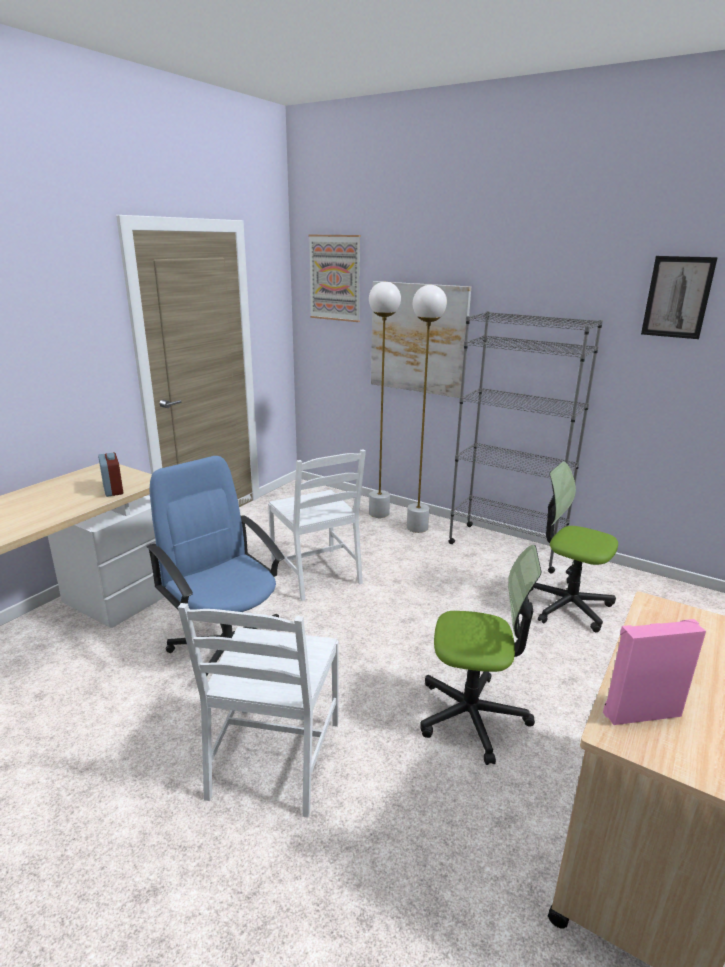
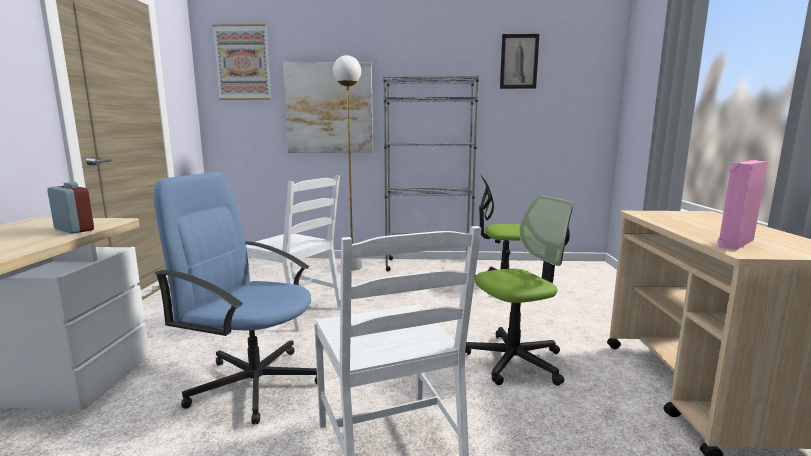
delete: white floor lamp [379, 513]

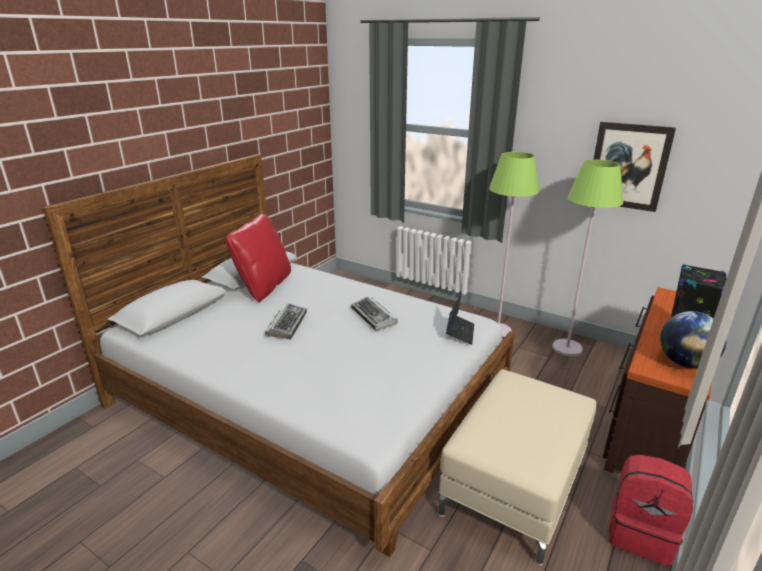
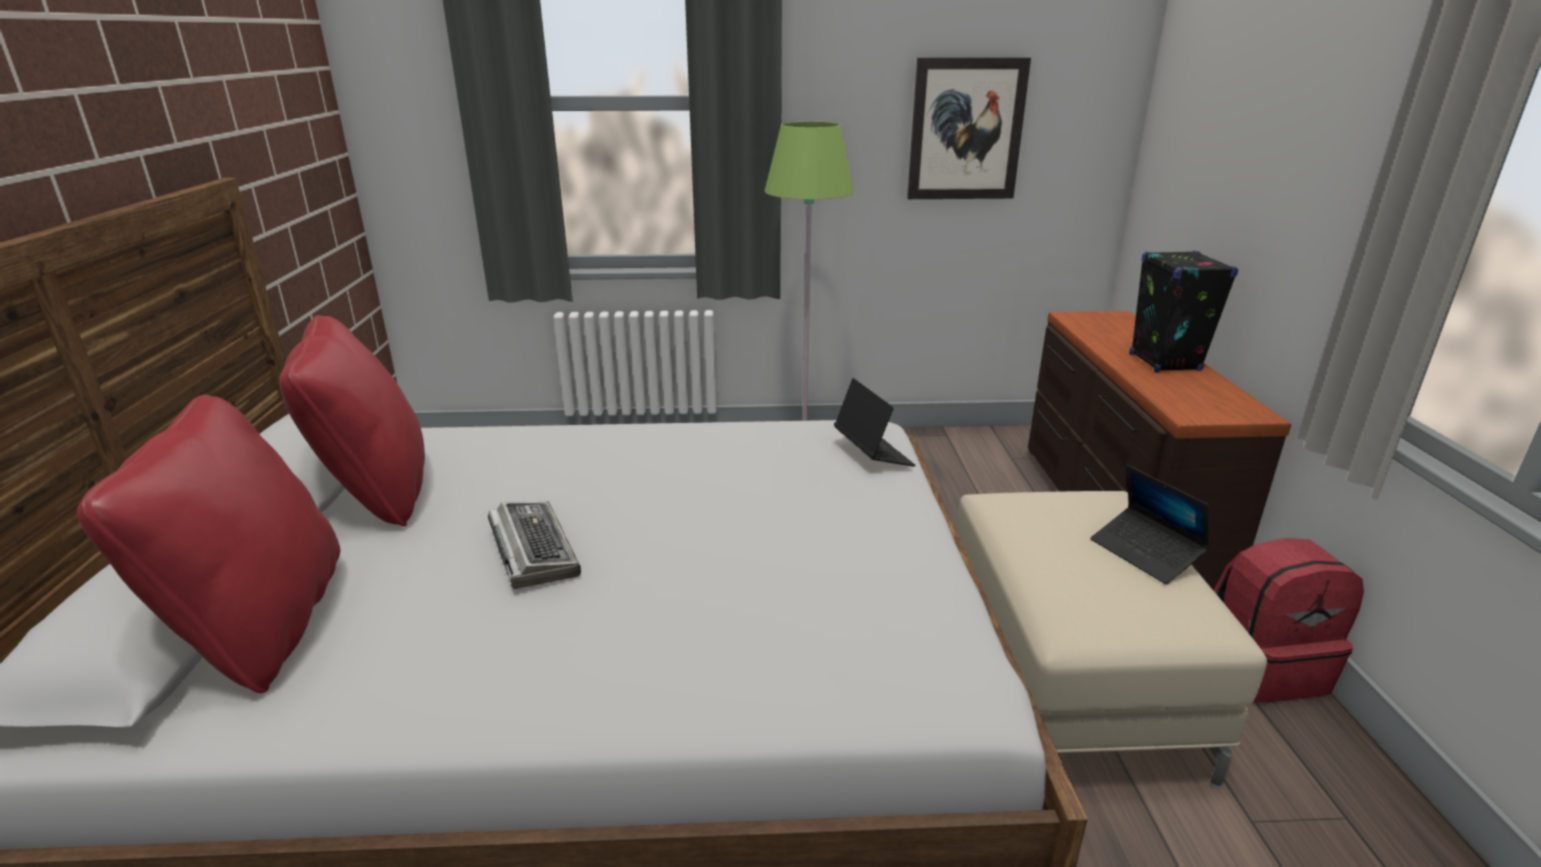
delete: keyboard [374, 317]; green floor lamp [567, 348]; globe [685, 363]
insert: red pillow [262, 626]; laptop [1145, 553]

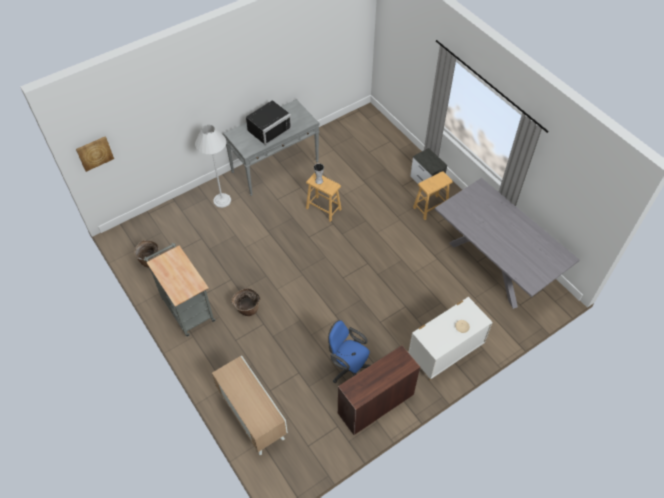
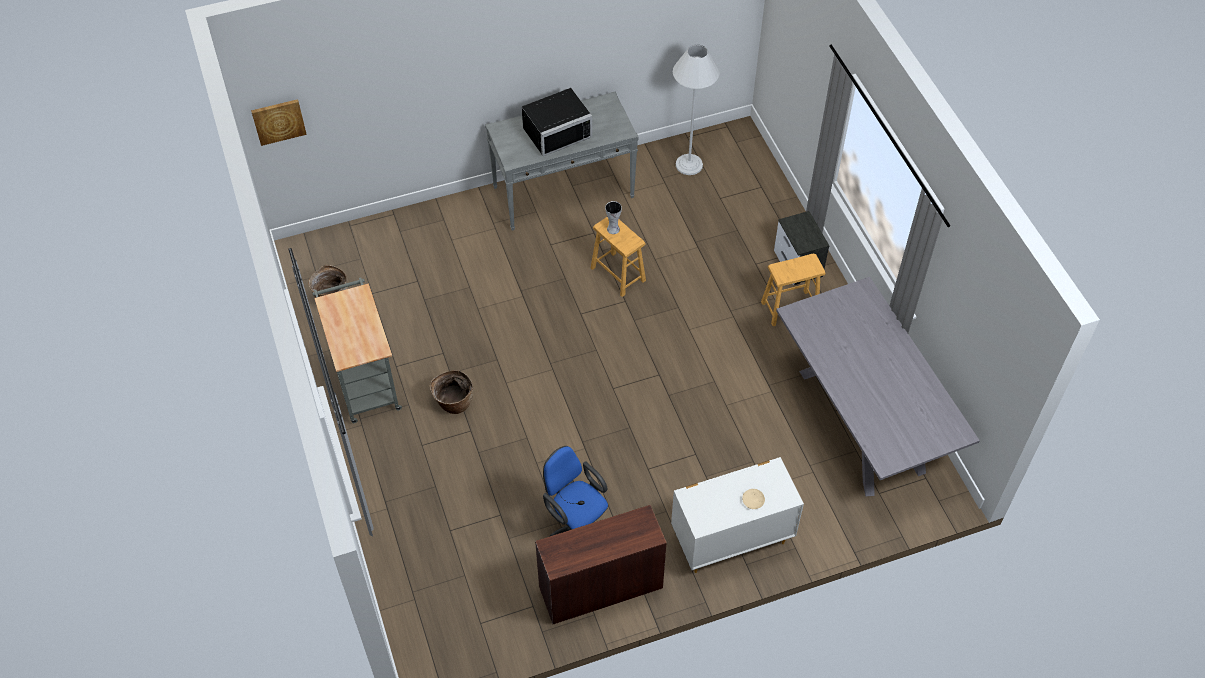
delete: cabinet [252, 418]
move: white floor lamp [222, 200] to [689, 165]

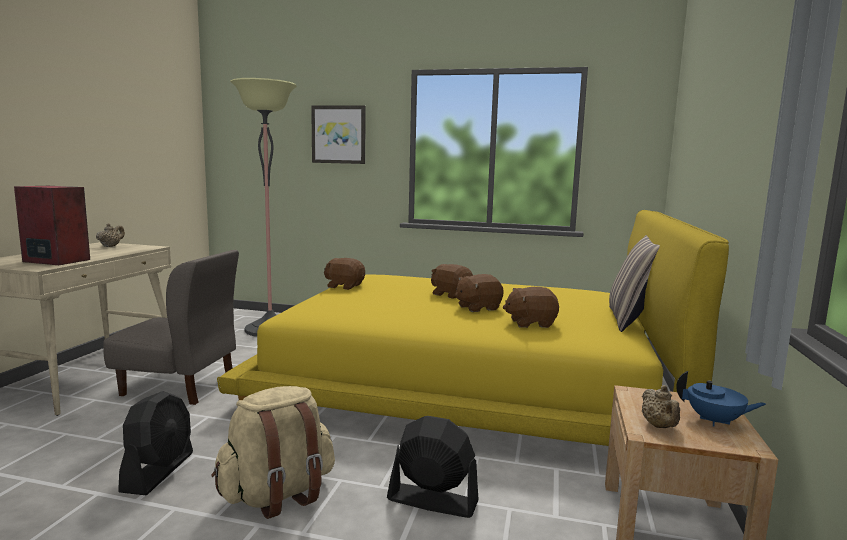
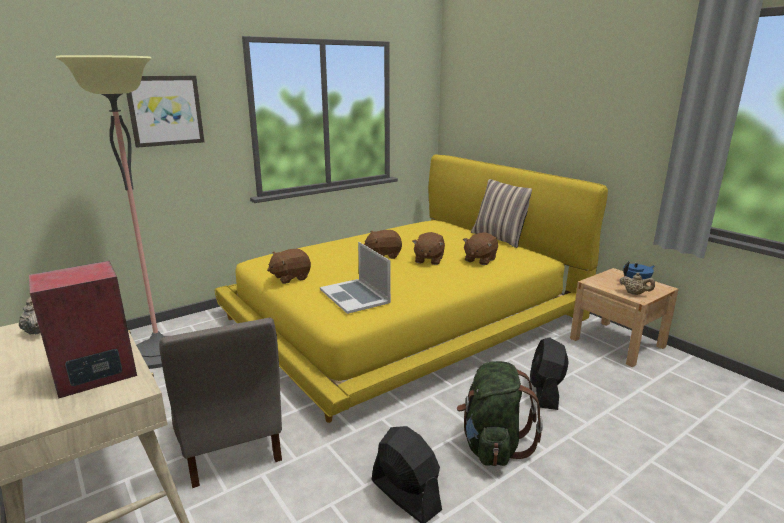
insert: laptop [355, 296]
recolor: beige backpack [278, 494] to green backpack [492, 445]
rotate: grey chair [179, 386] = [231, 443] 105 degrees clockwise; black fan [432, 500] = [545, 392] 45 degrees counterclockwise

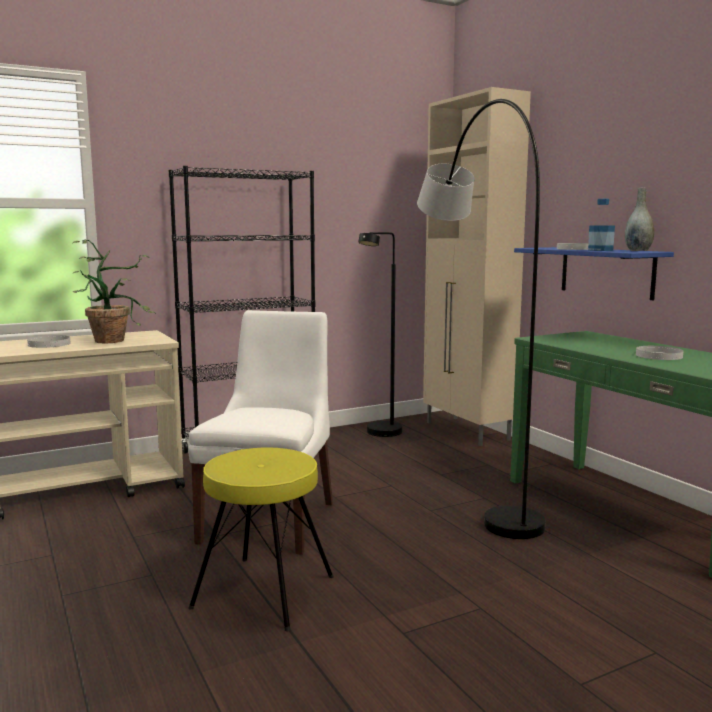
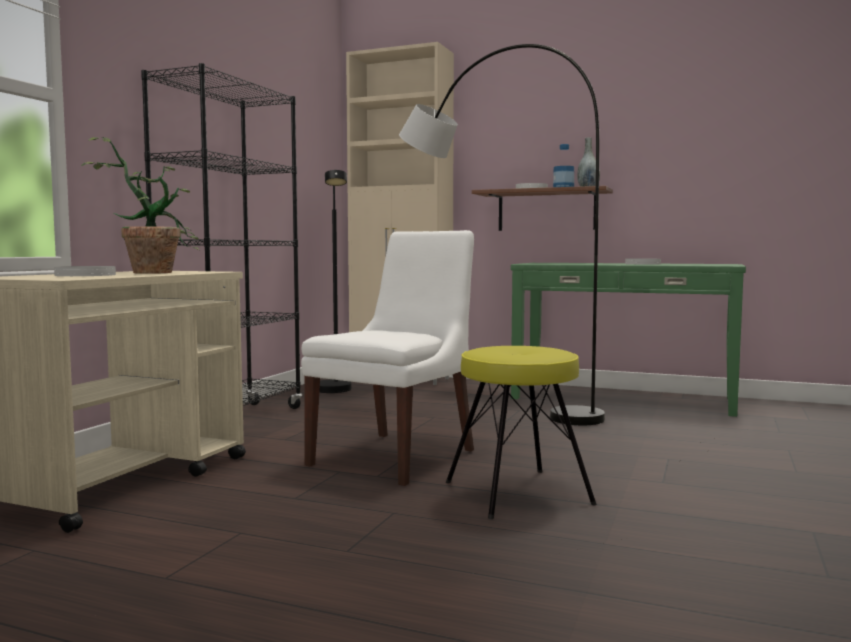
recolor: blue shelf [606, 272] to brown shelf [547, 210]
rotate: white chair [270, 520] = [396, 456] 60 degrees clockwise

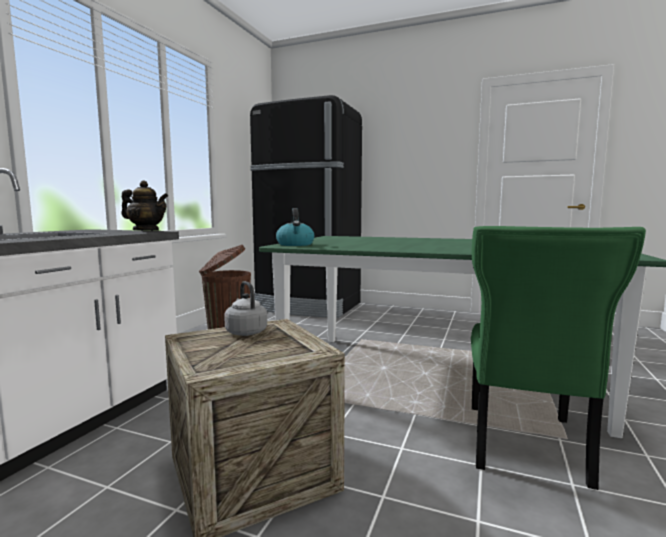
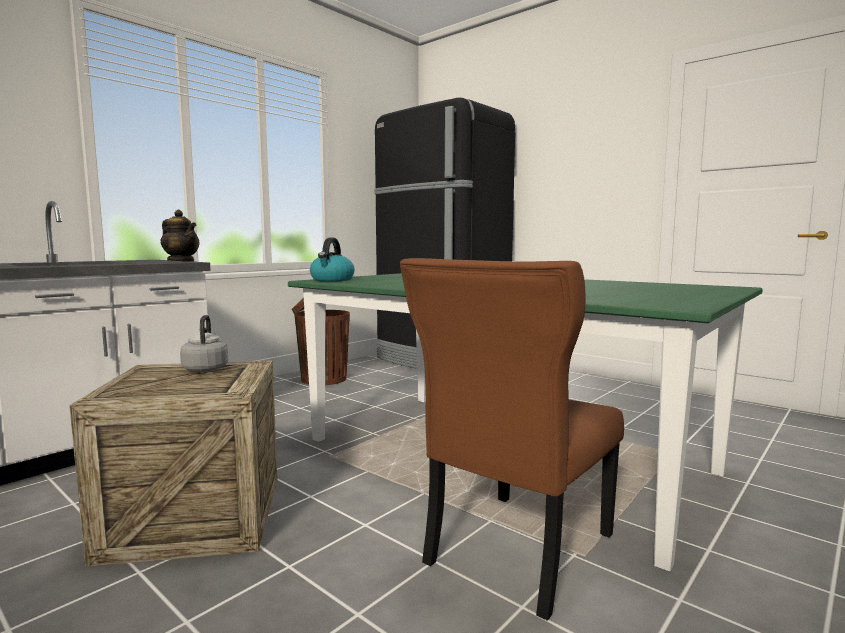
recolor: green chair [524, 445] to brown chair [515, 552]

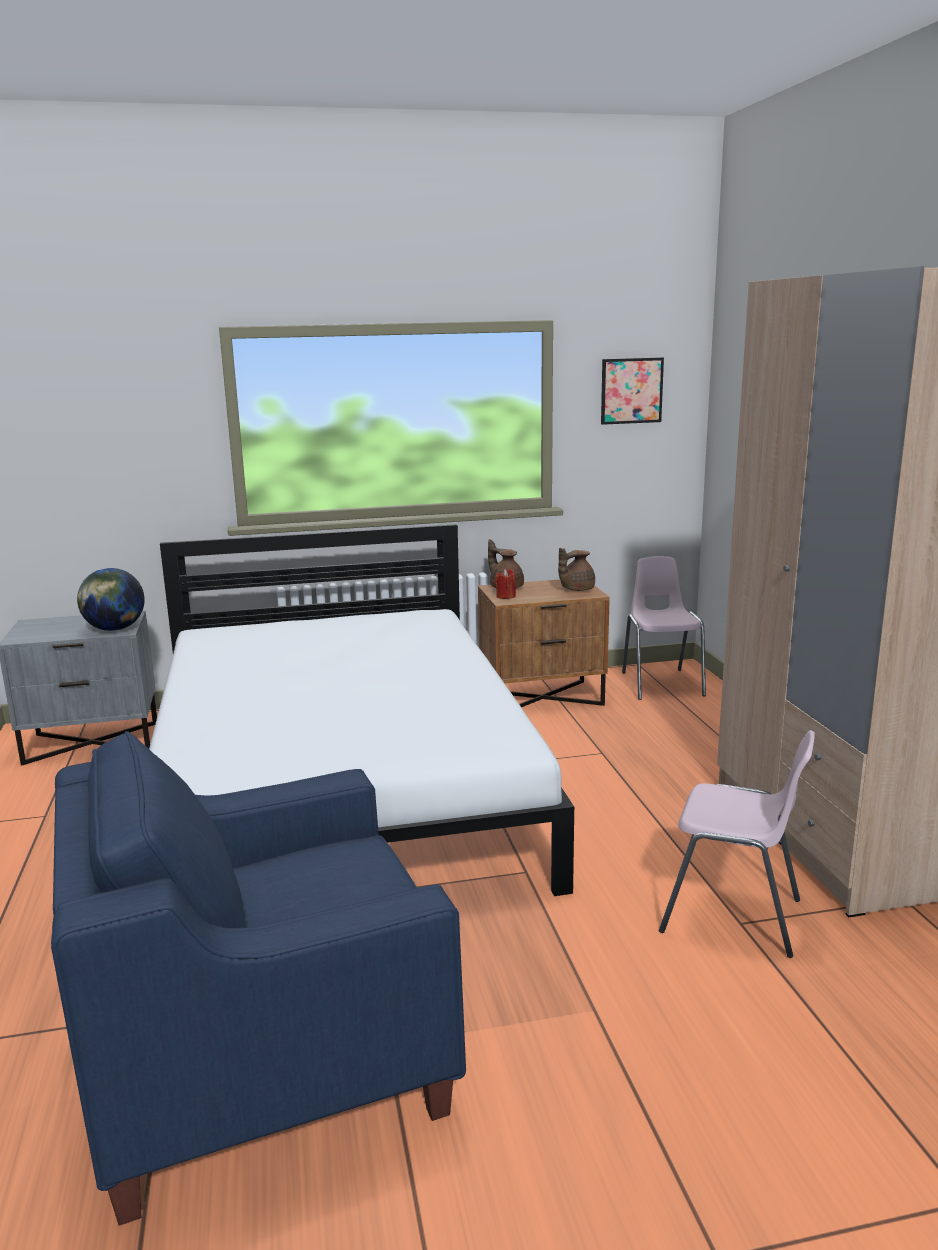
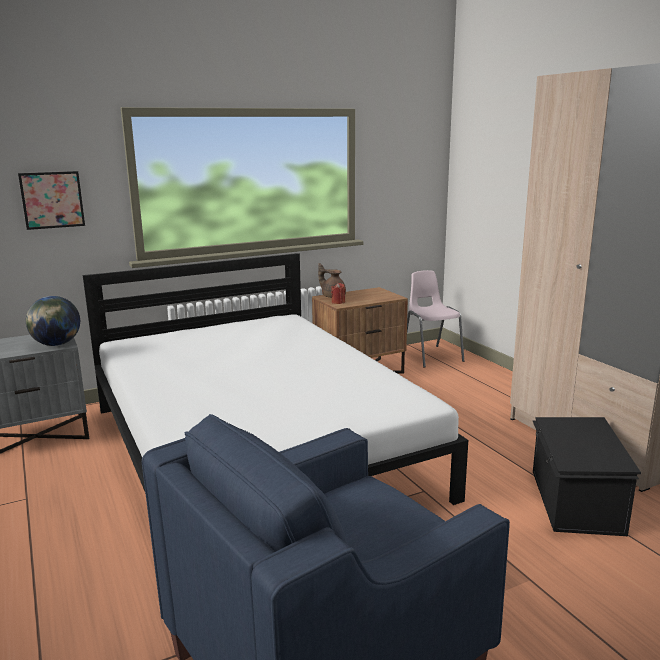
delete: brown teapot [575, 589]
move: picture [631, 391] to [52, 200]
replace: pink chair [733, 916] to black storage box [574, 501]

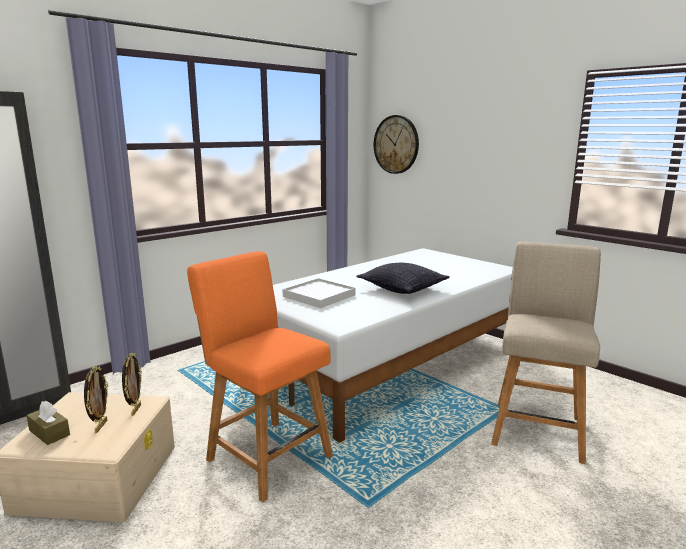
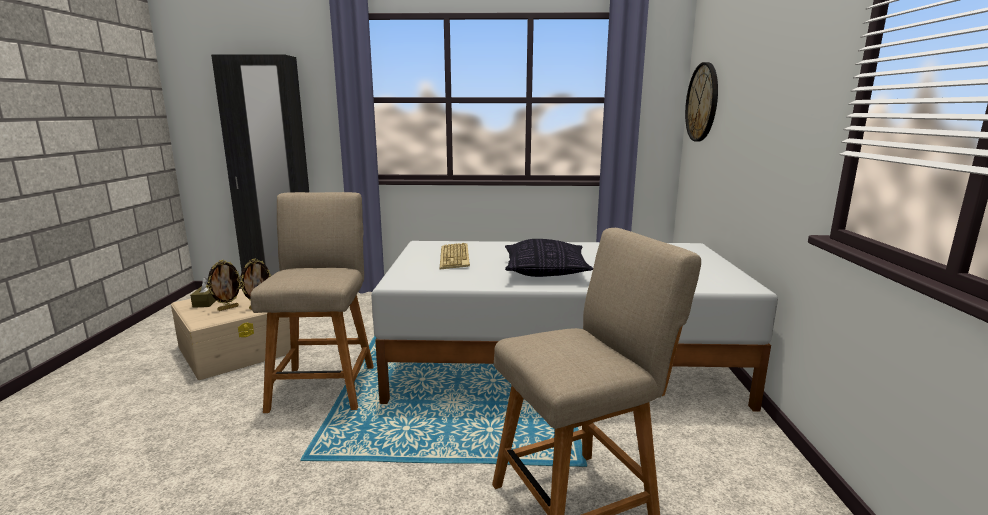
replace: white tray [319, 296] to keyboard [455, 257]
recolor: orange chair [265, 455] to beige chair [324, 385]

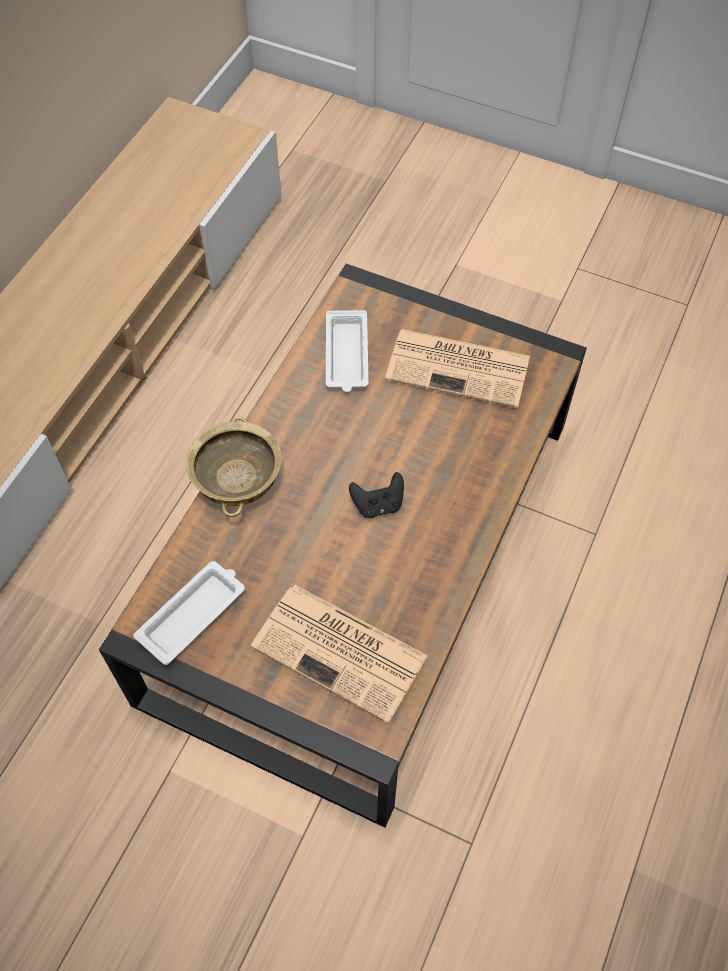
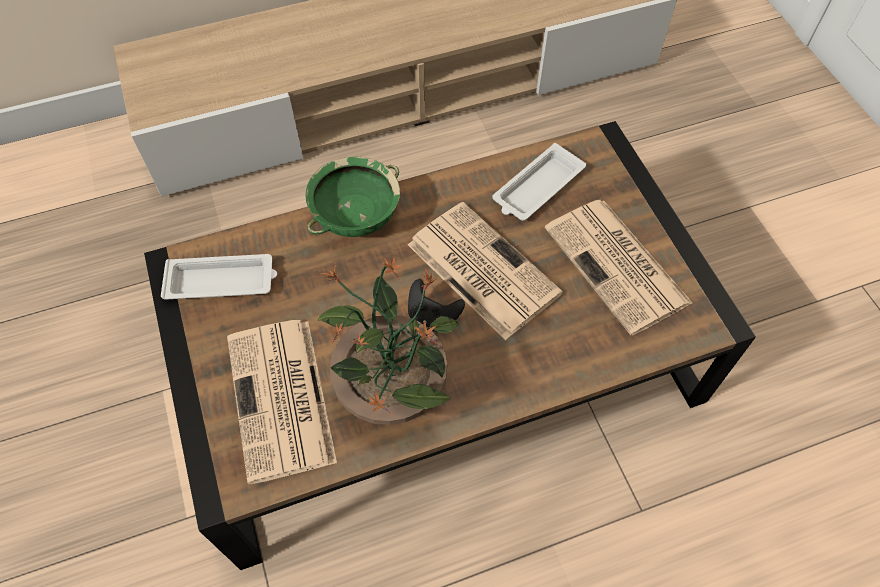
insert: potted plant [392, 390]; newspaper [480, 268]
recolor: beige bowl [237, 479] to green bowl [356, 214]

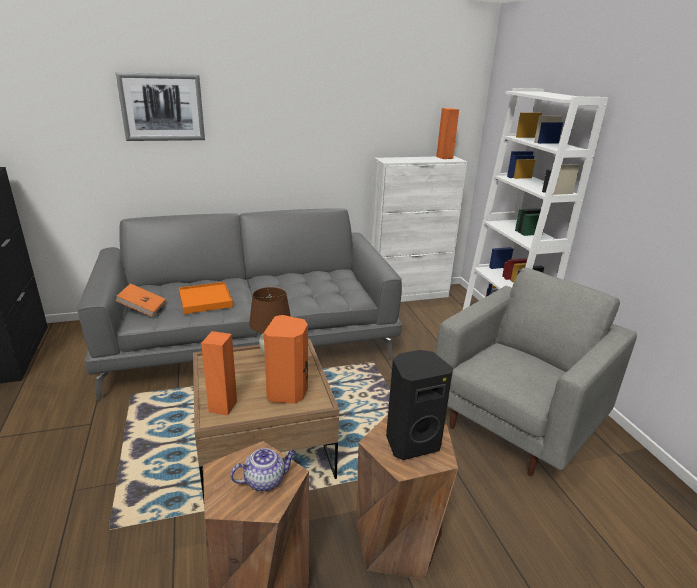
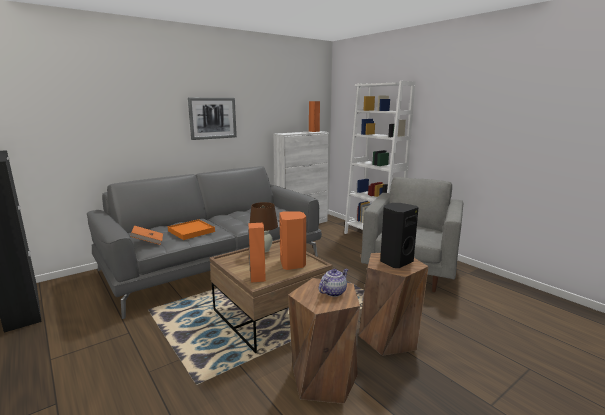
move: picture [162, 107] to [212, 118]

